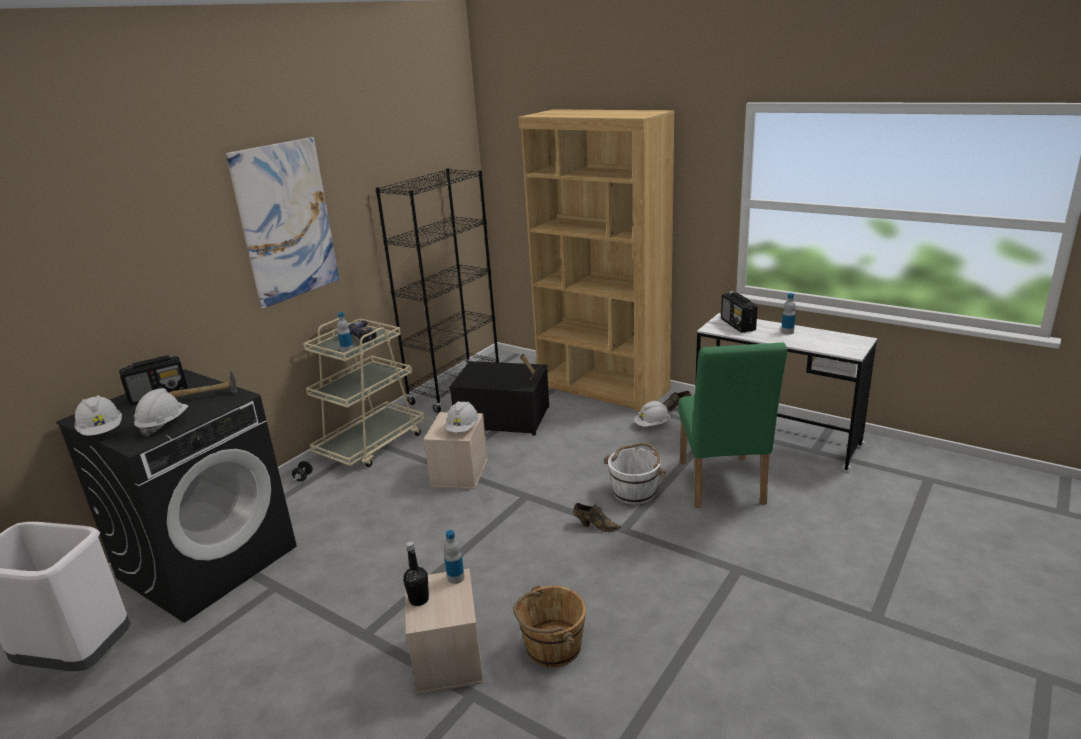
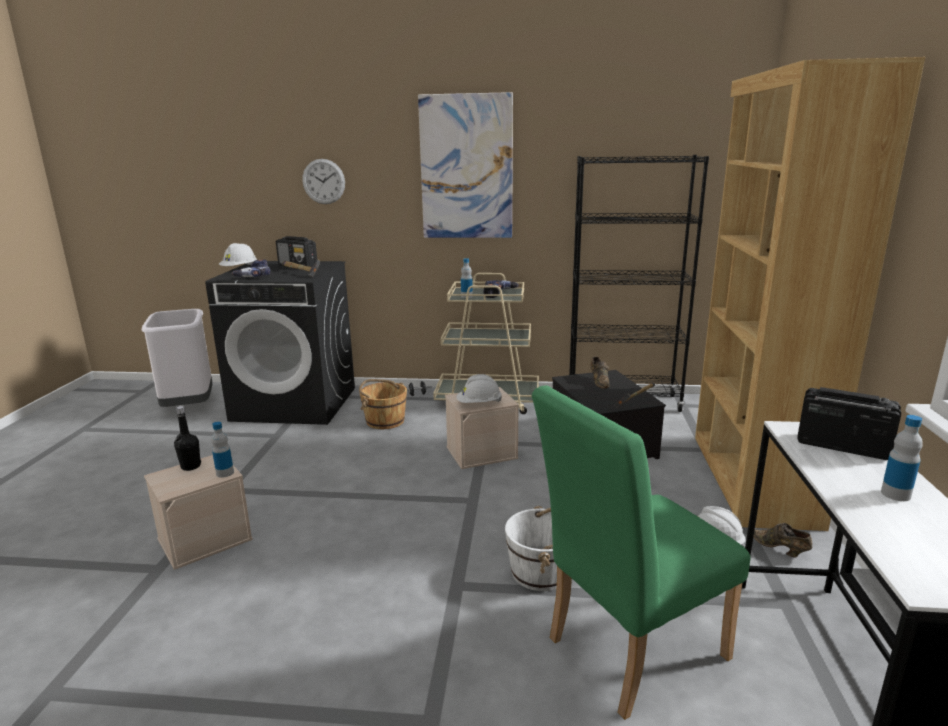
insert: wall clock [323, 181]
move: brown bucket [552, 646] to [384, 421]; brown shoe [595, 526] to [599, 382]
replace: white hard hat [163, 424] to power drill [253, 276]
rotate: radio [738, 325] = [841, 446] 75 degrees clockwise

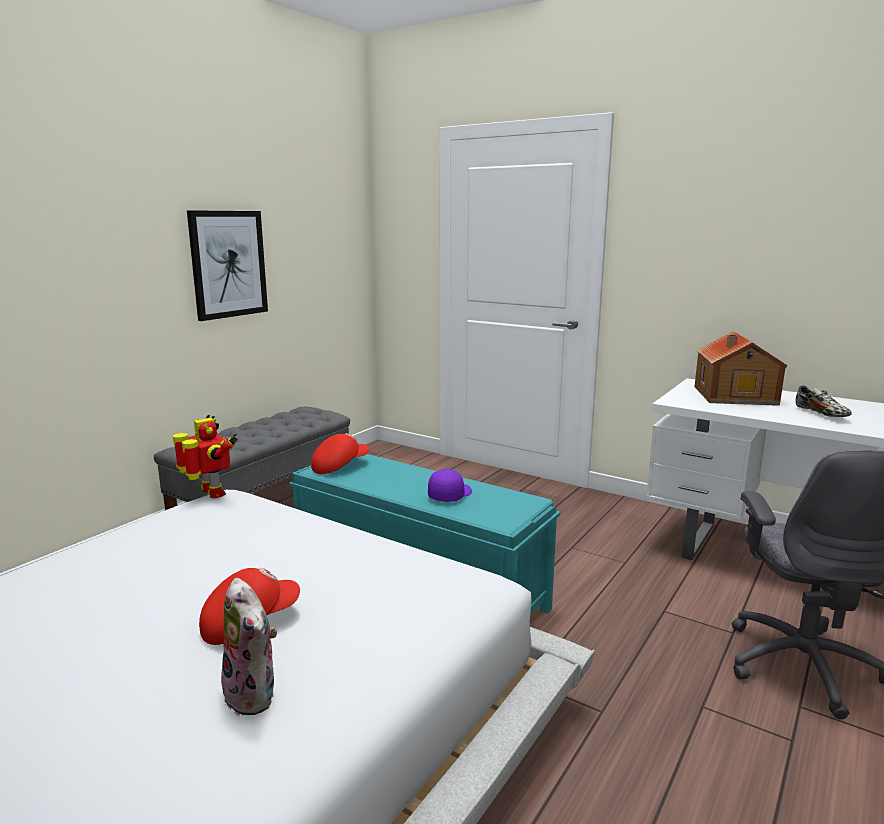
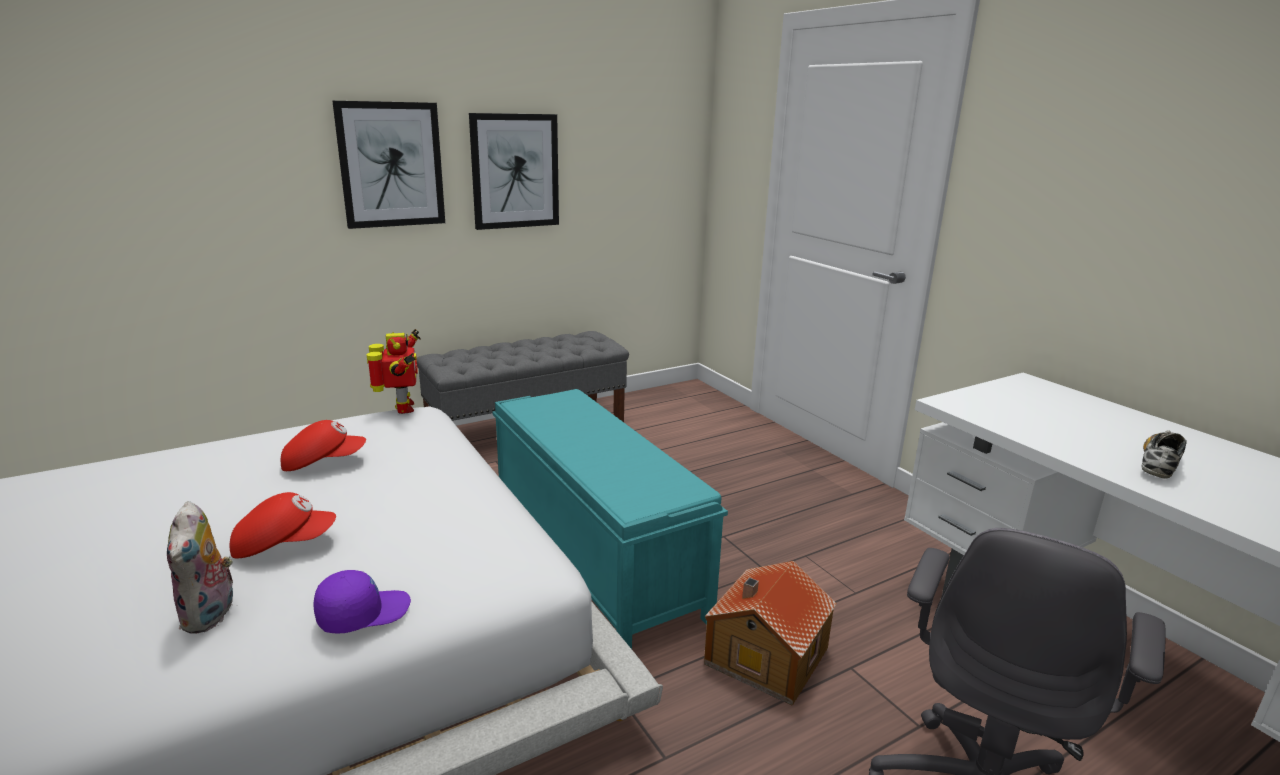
insert: picture [391, 165]
move: red cap [339, 466] to [323, 462]; purple cap [449, 495] to [363, 613]; toy house [733, 396] to [764, 656]
rotate: shoe [821, 414] = [1159, 464] 150 degrees counterclockwise

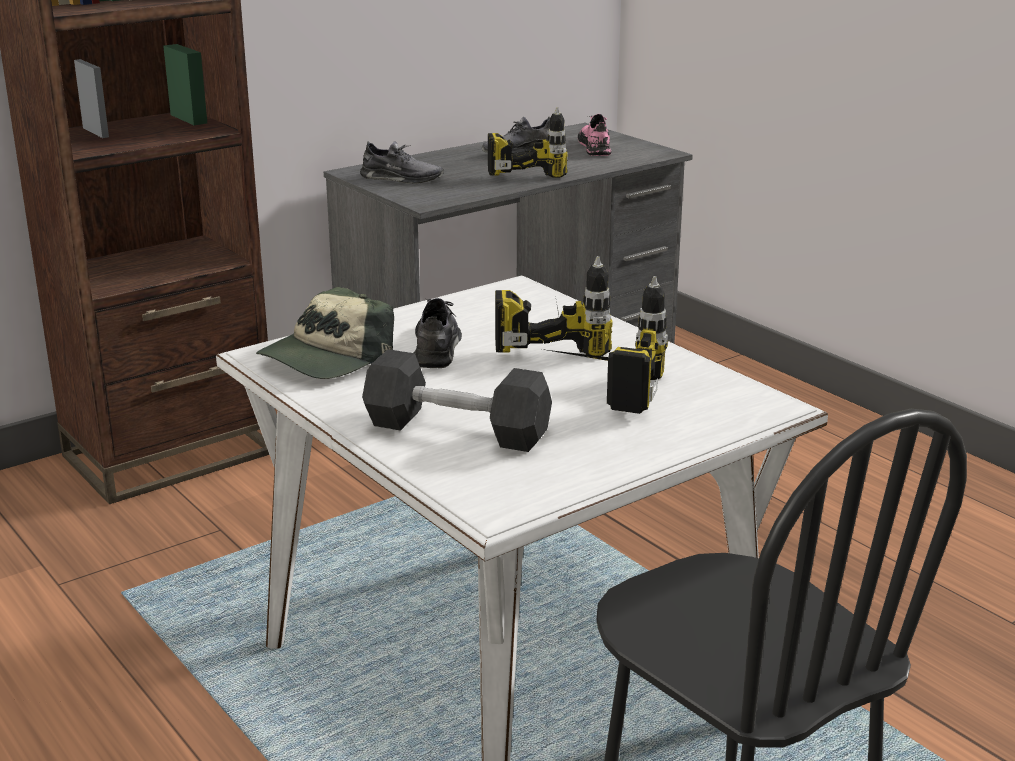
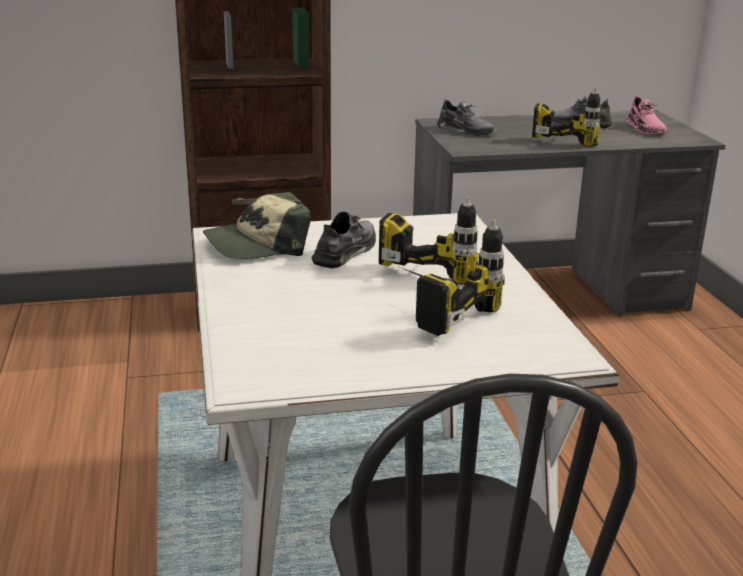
delete: grey dumbbell [457, 430]
rotate: pink shoe [595, 147] = [645, 129] 150 degrees clockwise

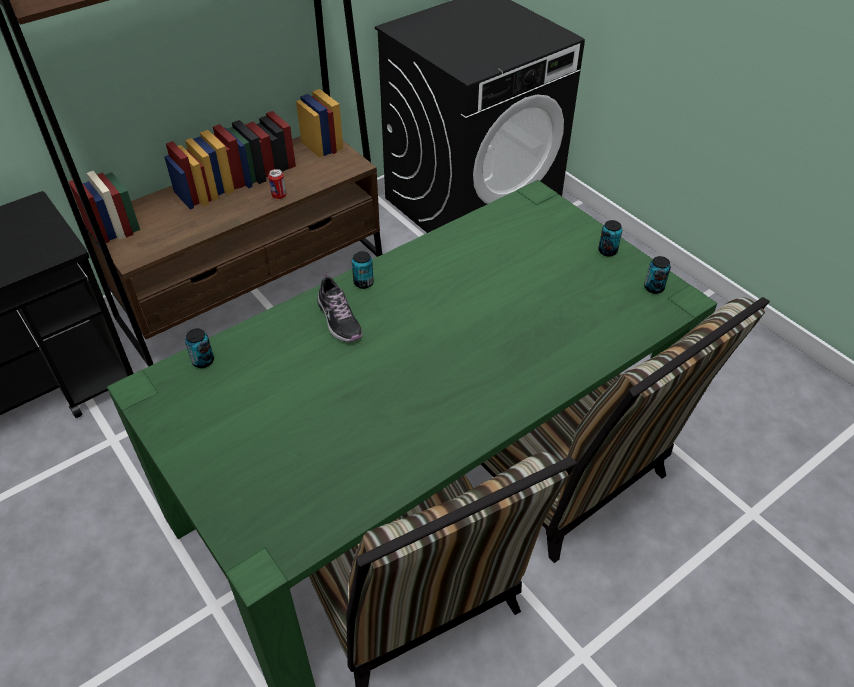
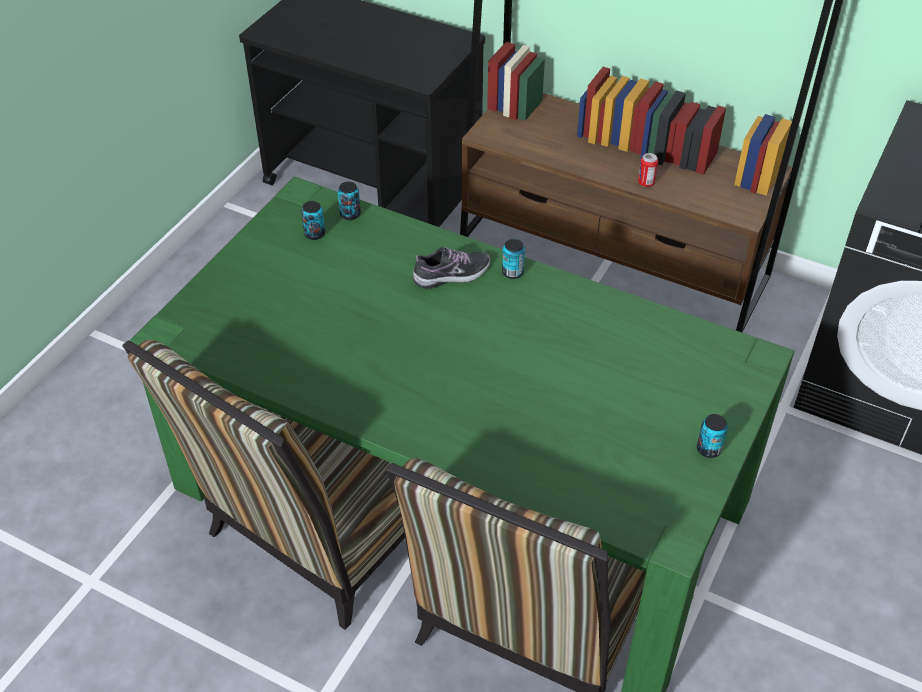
move: can [654, 288] to [314, 234]
rotate: shoe [339, 319] = [451, 275] 150 degrees counterclockwise

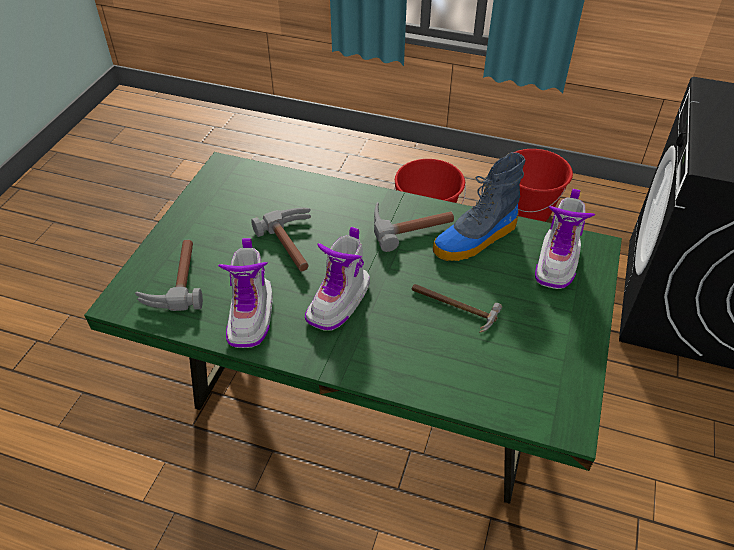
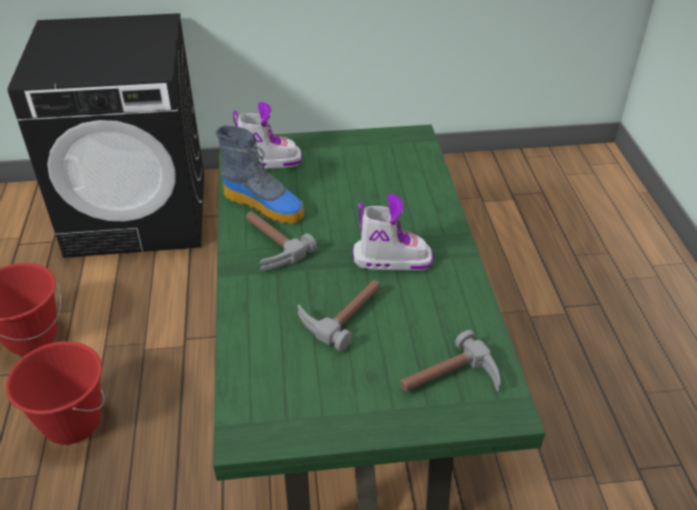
delete: boot [251, 315]; hammer [452, 306]

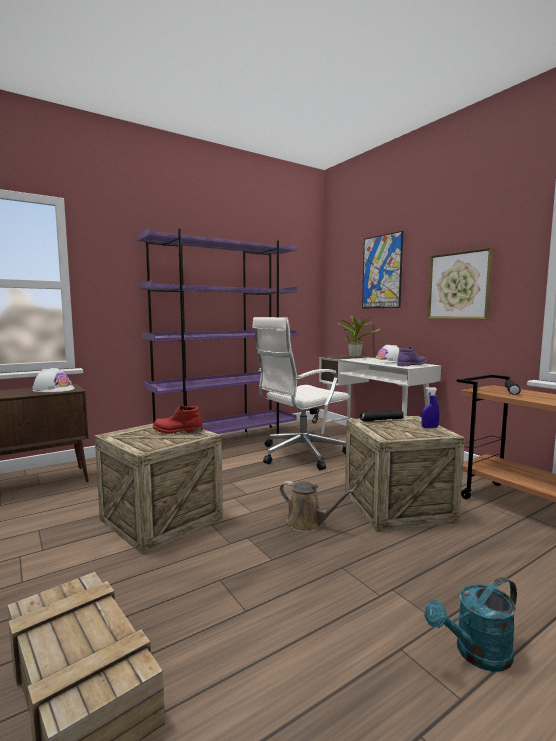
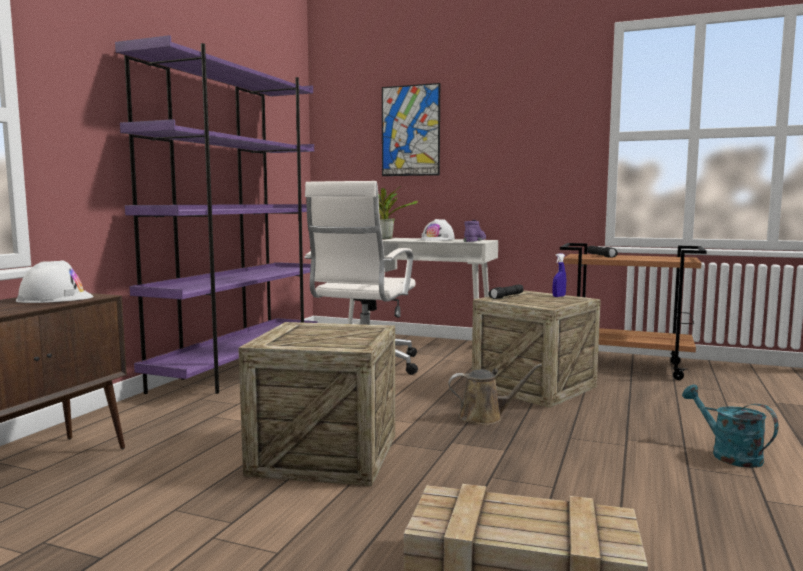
delete: red boot [177, 431]; picture [459, 285]
rotate: turquoise watering can [476, 654] = [728, 454] 120 degrees clockwise

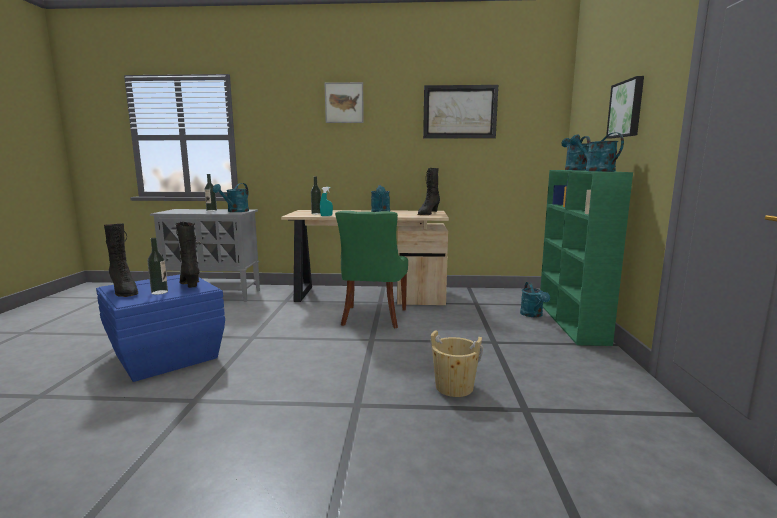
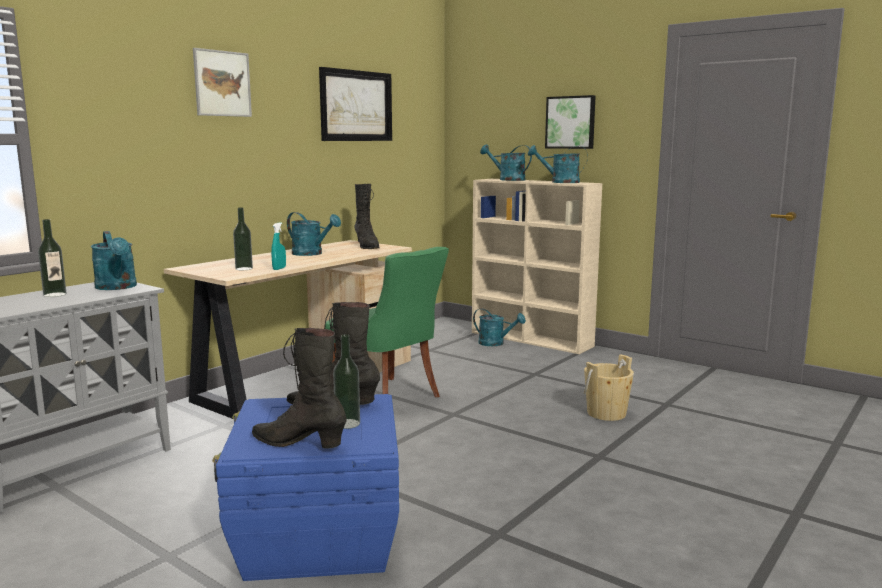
recolor: green bookcase [571, 322] to beige bookcase [532, 339]
rotate: black boot [124, 291] = [299, 443] 150 degrees counterclockwise

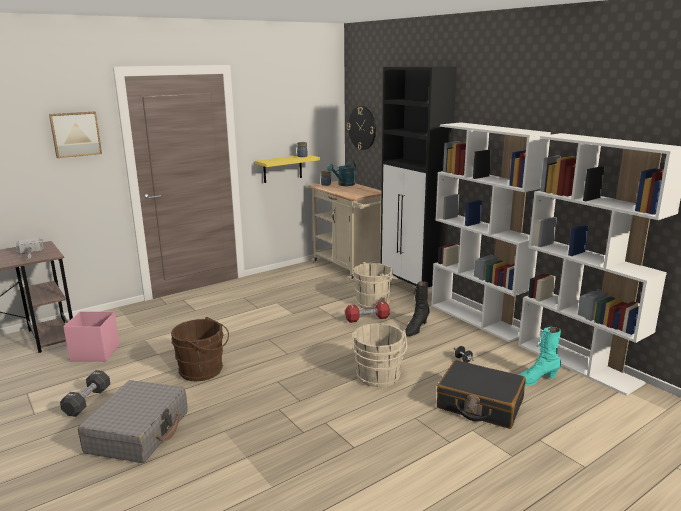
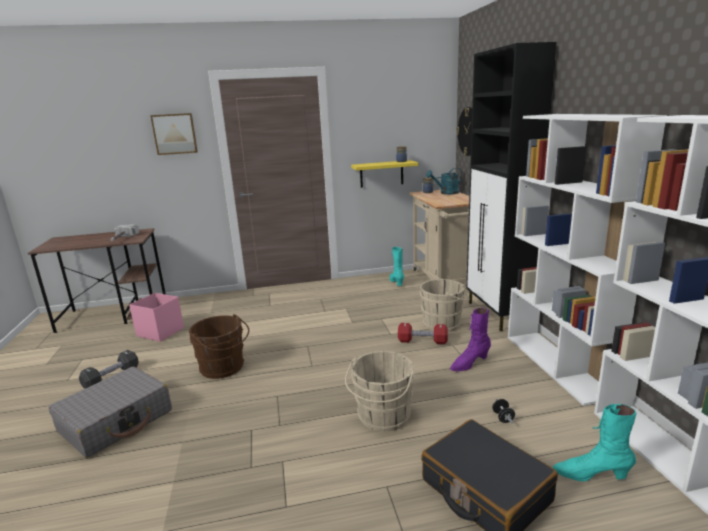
insert: turquoise boot [396, 282]
recolor: black boot [416, 329] to purple boot [469, 364]

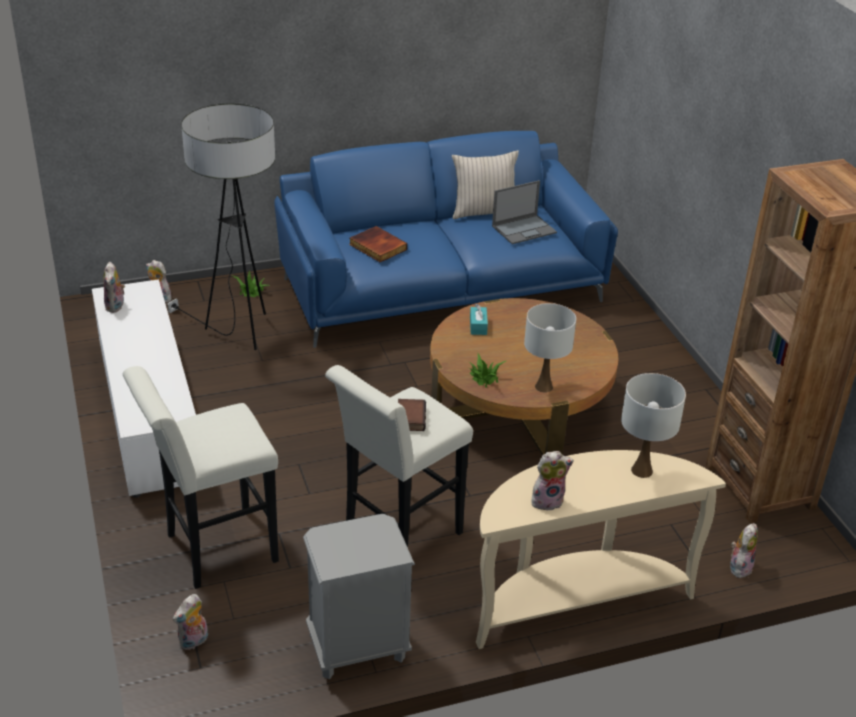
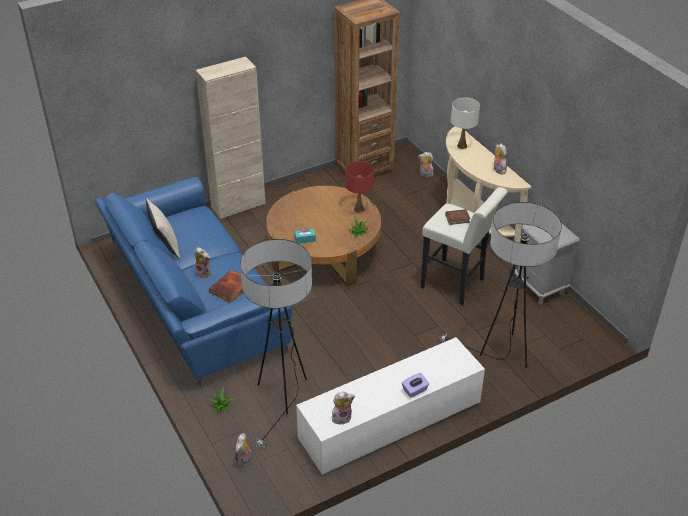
delete: laptop [524, 229]
insert: beige cabinet [238, 205]; purple tissue box [415, 390]
move: plush toy [194, 642] to [204, 273]
replace: white stool [213, 550] to floor lamp [502, 354]
recolor: white table lamp [543, 386] to red table lamp [358, 209]

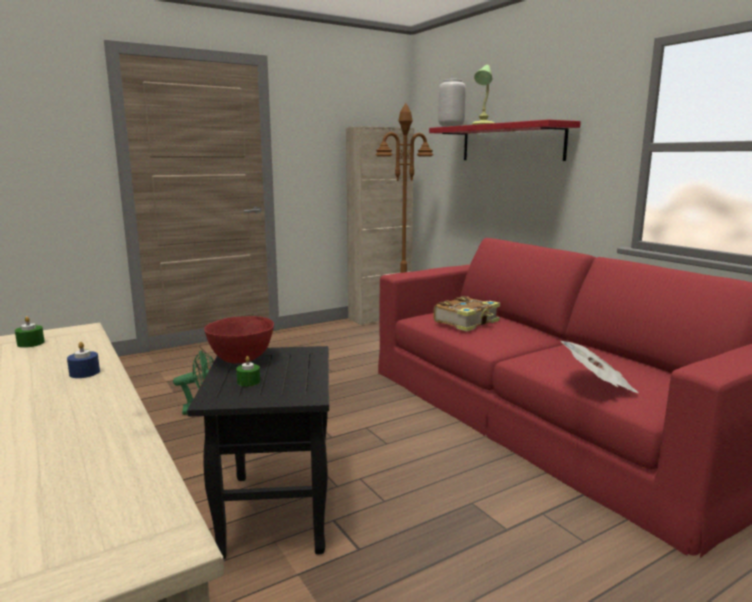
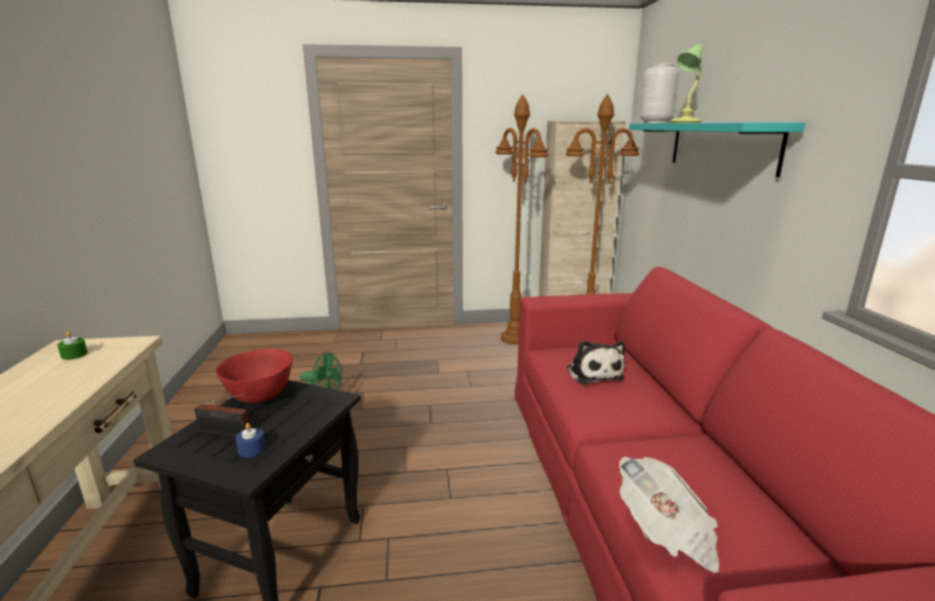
insert: brown floor lamp [514, 338]
move: blue candle [84, 373] to [251, 449]
replace: green candle [248, 382] to radio [226, 432]; book [467, 322] to plush toy [593, 372]
recolor: red shelf [511, 143] to turquoise shelf [721, 146]

